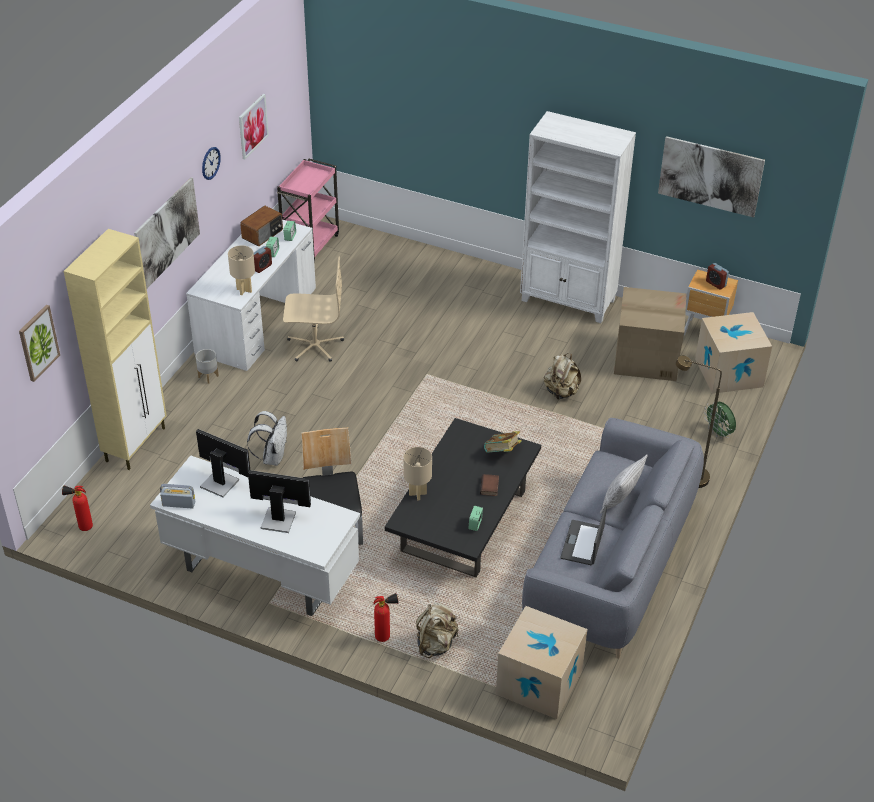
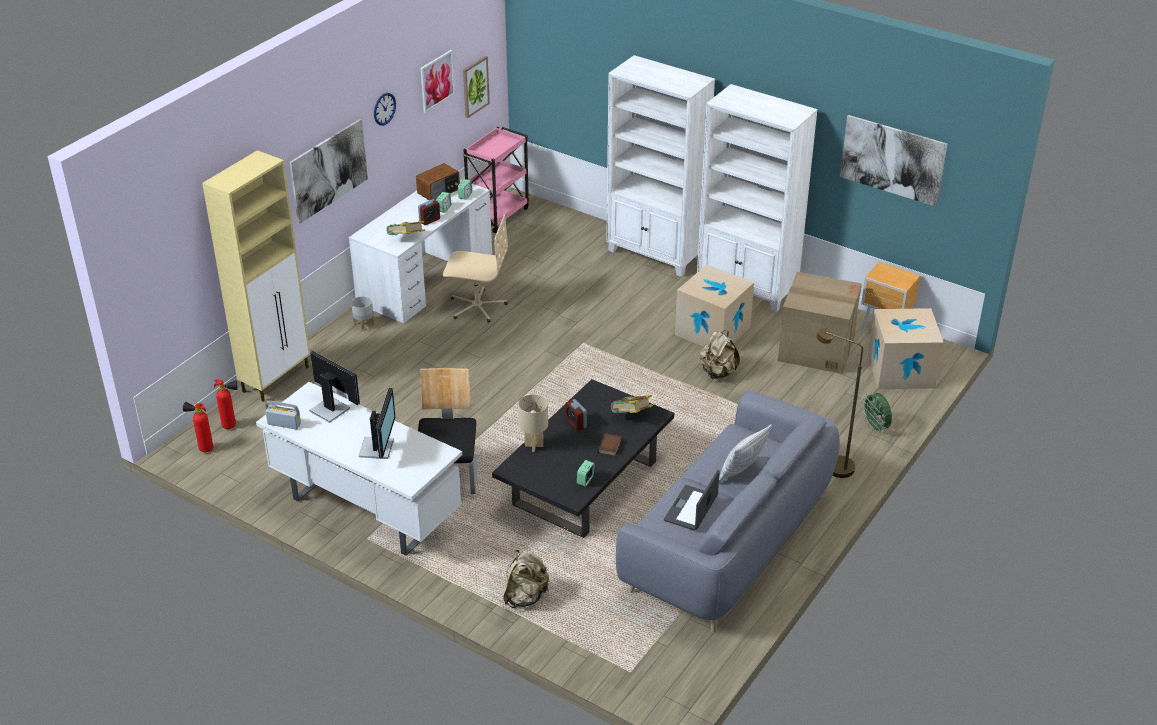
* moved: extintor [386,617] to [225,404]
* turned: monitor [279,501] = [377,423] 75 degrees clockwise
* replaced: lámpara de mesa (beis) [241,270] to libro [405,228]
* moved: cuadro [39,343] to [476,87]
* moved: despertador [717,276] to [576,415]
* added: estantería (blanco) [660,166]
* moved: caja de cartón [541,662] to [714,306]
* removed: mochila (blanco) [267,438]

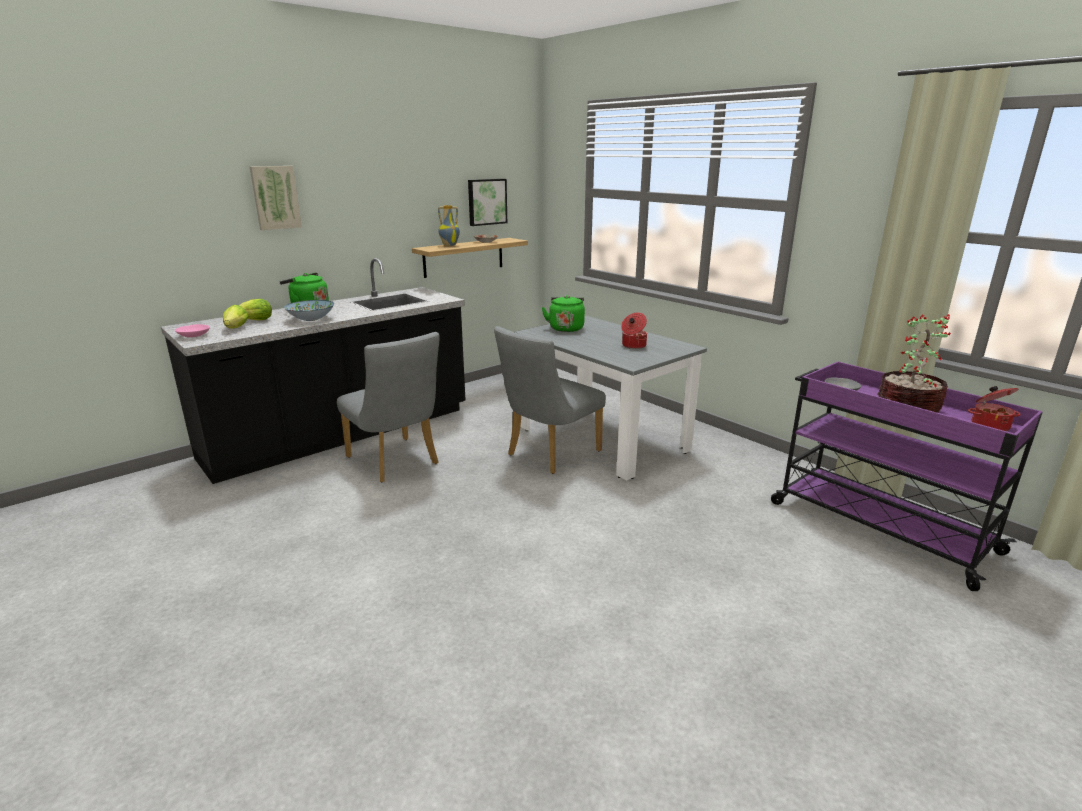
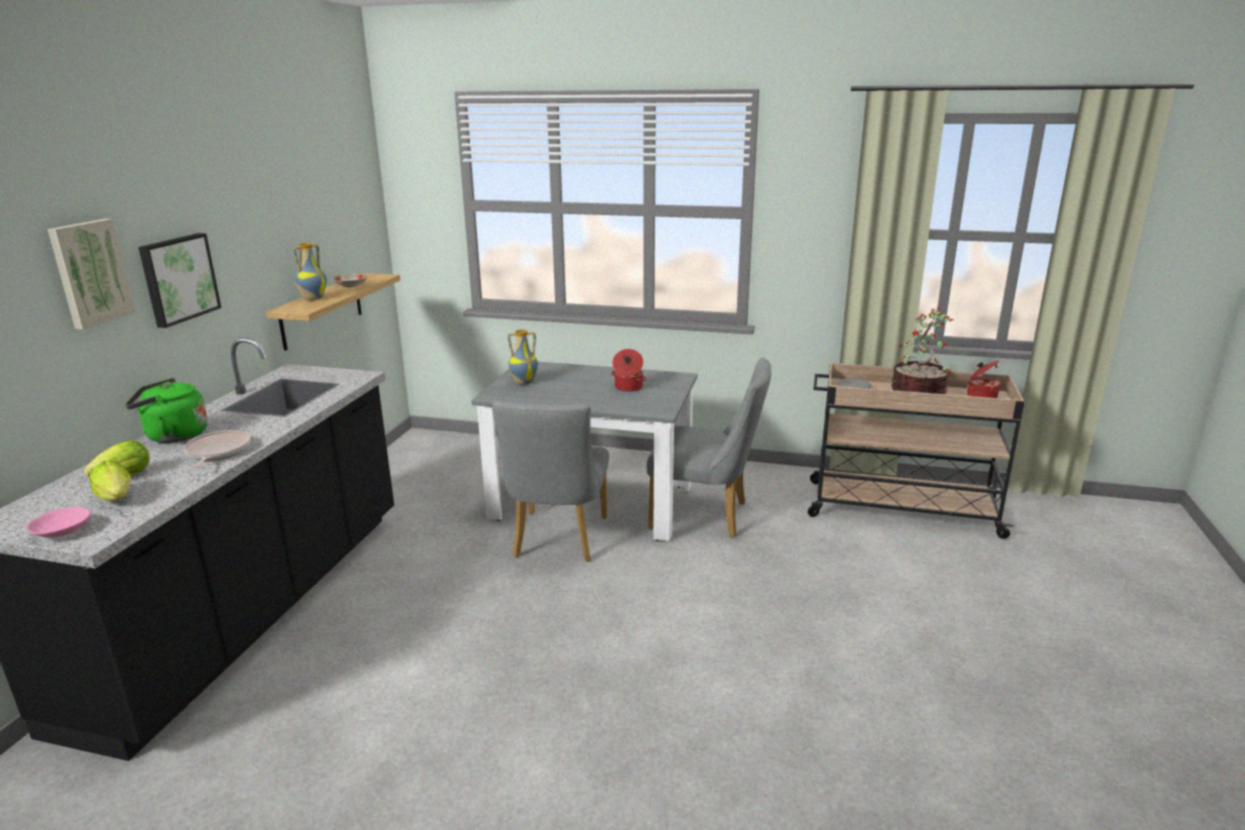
* moved: cuadro [487,202] to [179,280]
* replaced: cuenco [309,310] to sartén [217,449]
* replaced: hervidor (verde) [563,313] to florero [523,357]
* moved: silla (gris) [388,407] to [709,447]
* recoloured: carrito (morado) [907,476] to carrito (beis) [916,451]

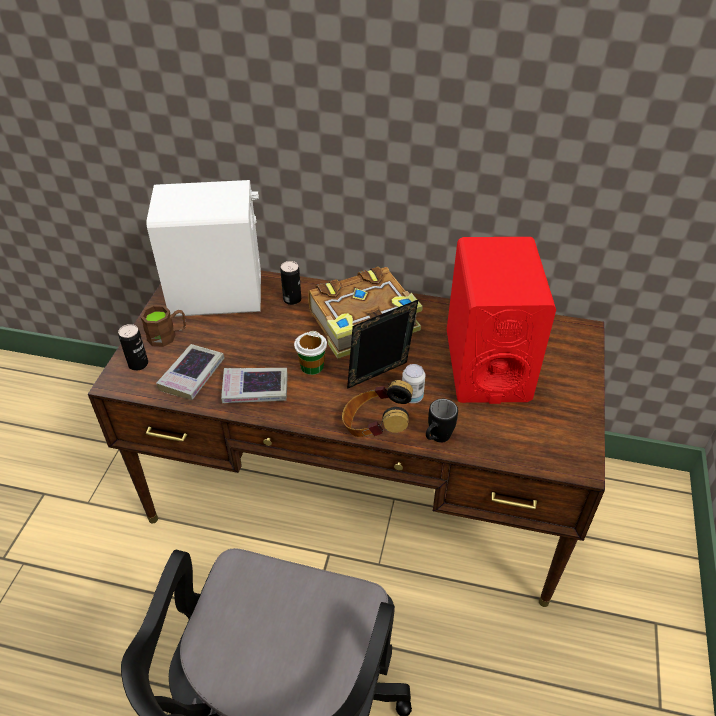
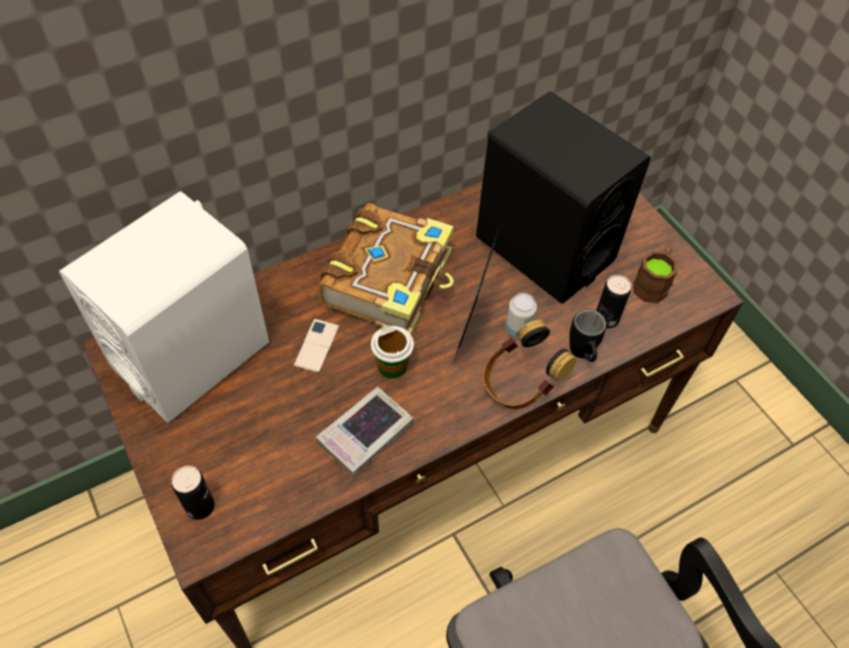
* added: móvil [316,346]
* recoloured: altavoz (rojo) [501,320] to altavoz (negro) [563,197]
* moved: lata [290,283] to [613,301]
* moved: taza grande (marrón) [163,325] to [655,274]
* removed: libro [190,372]

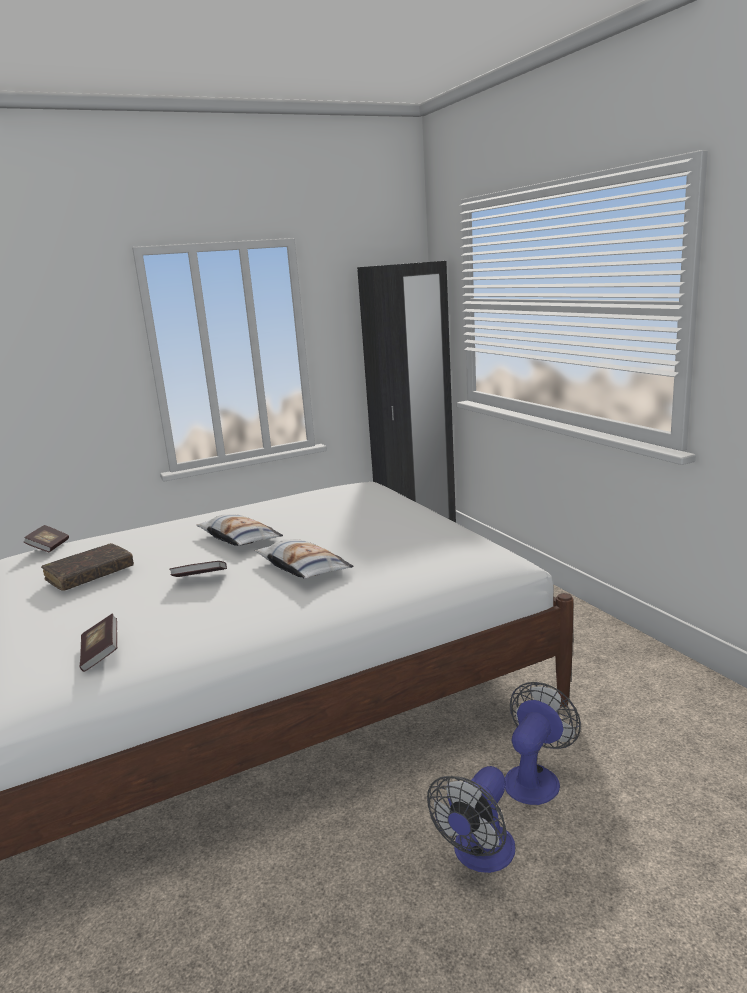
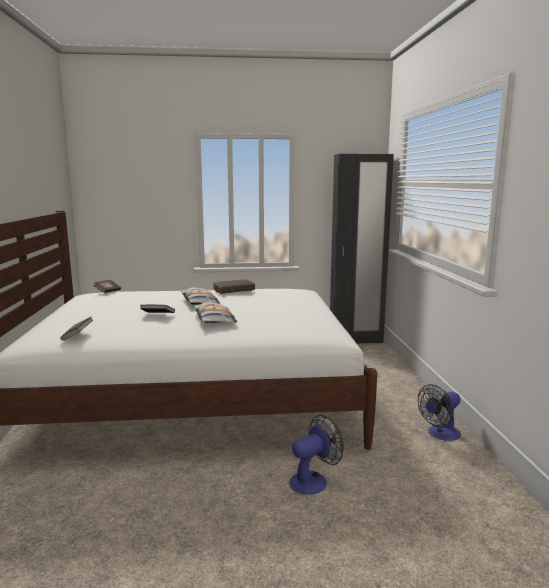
* moved: libro (marrón) [87,567] to [234,286]
* moved: ventilador [471,819] to [439,412]

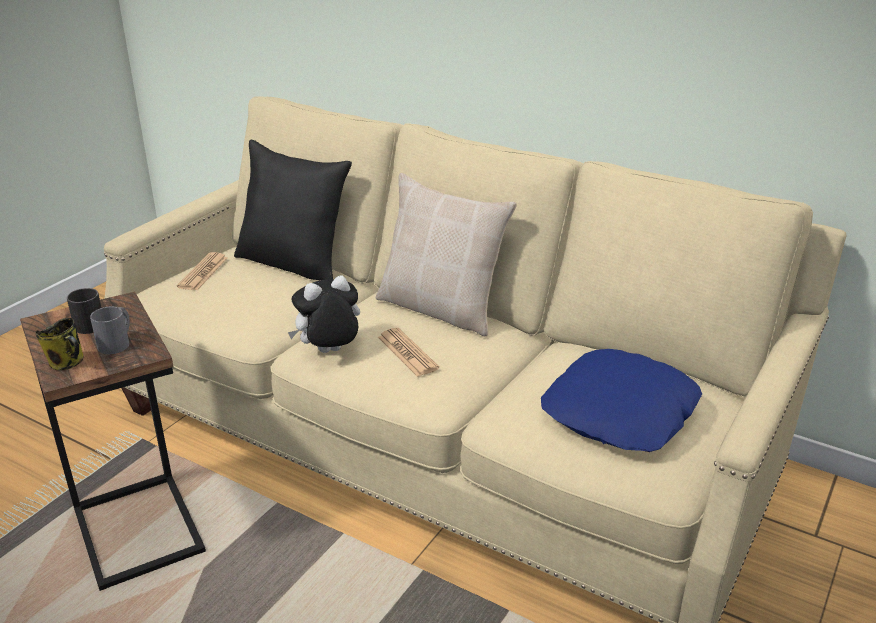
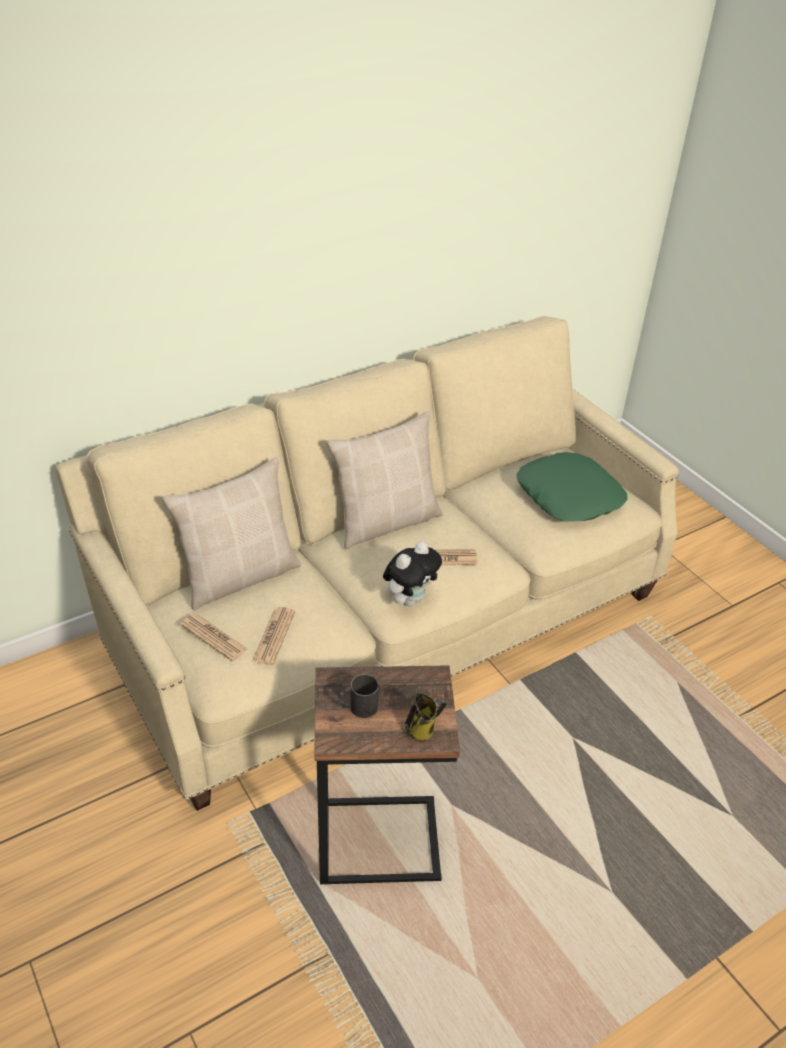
* recoloured: cojín (negro) [293,210] to cojín (beis) [231,533]
* added: periódico [273,636]
* turned: peluche [324,314] = [412,574] 135 degrees counterclockwise
* recoloured: cojín (azul) [621,400] to cojín (verde) [572,487]
* removed: taza grande (gris) [110,330]

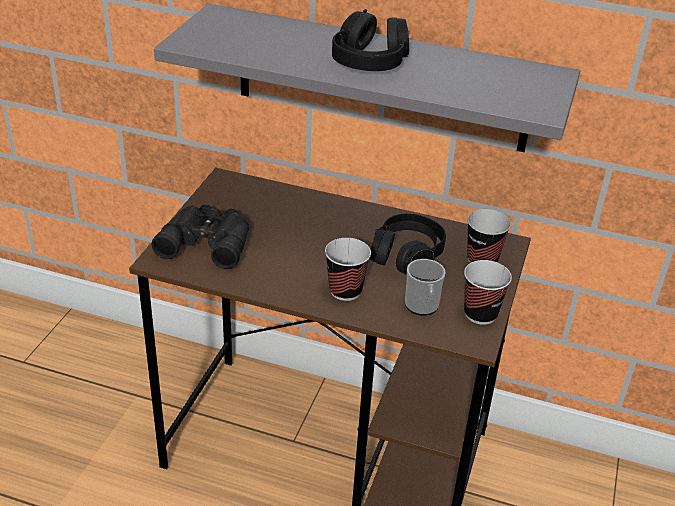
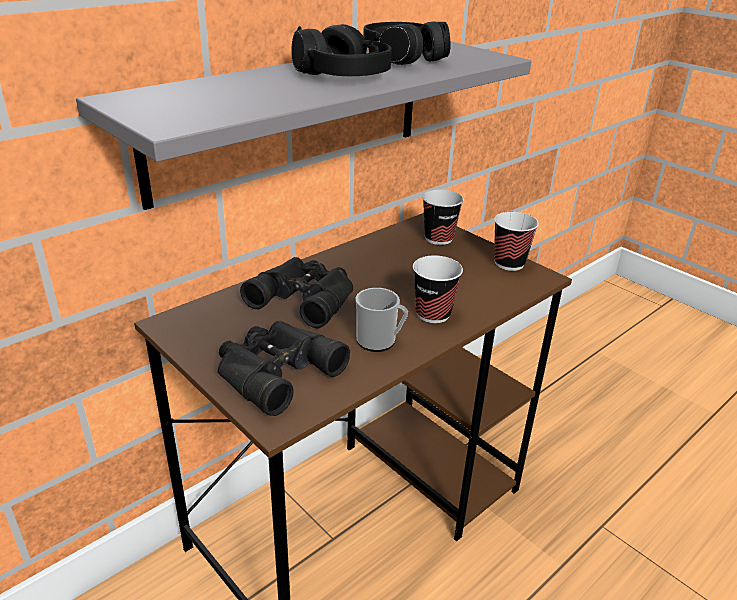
* added: prismáticos (negro) [296,293]
* moved: taza grande [425,287] to [382,320]
* moved: auriculares (negro) [407,244] to [407,43]

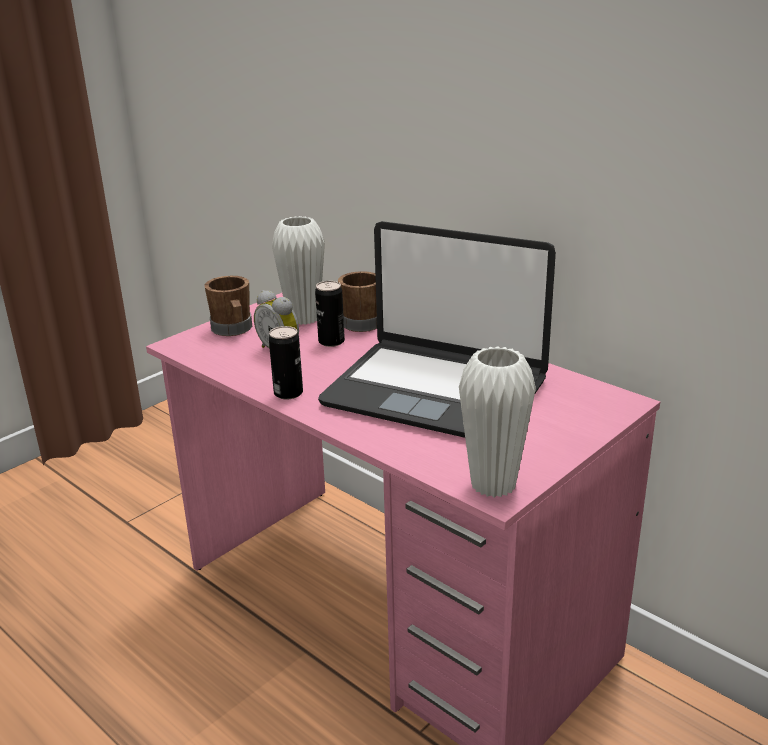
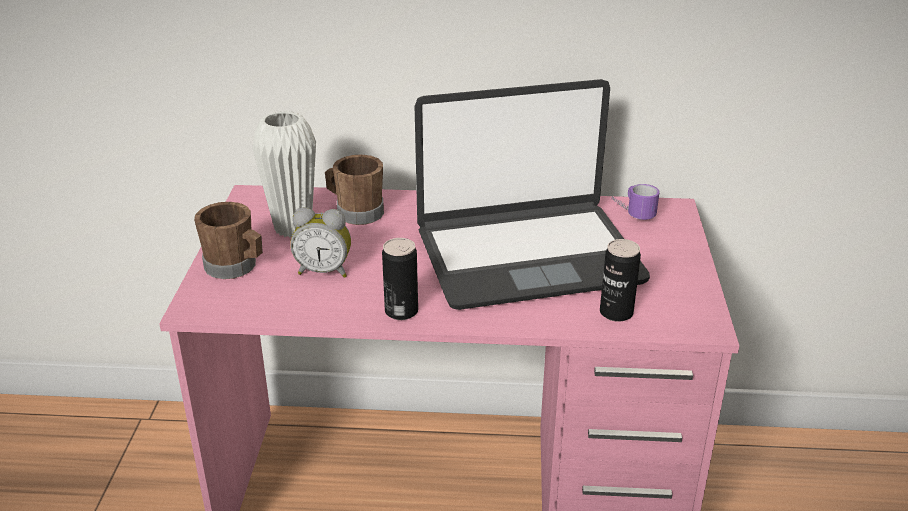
* moved: lata [330,314] to [620,280]
* added: taza grande [635,202]
* removed: florero (blanco) [497,421]

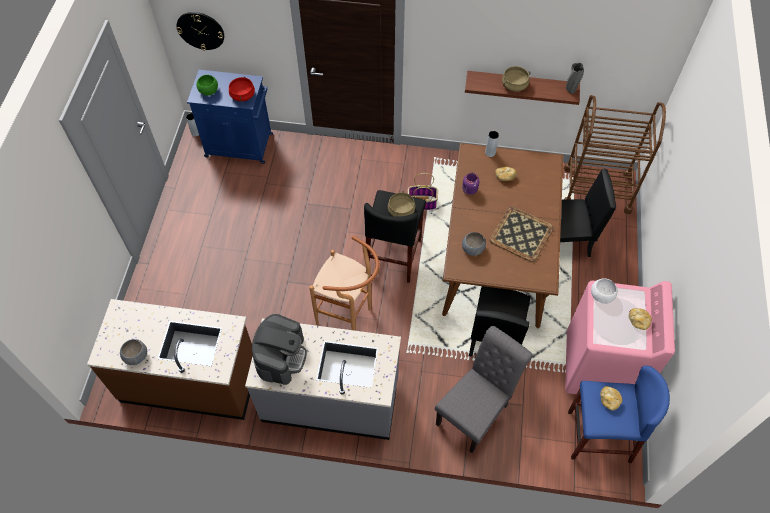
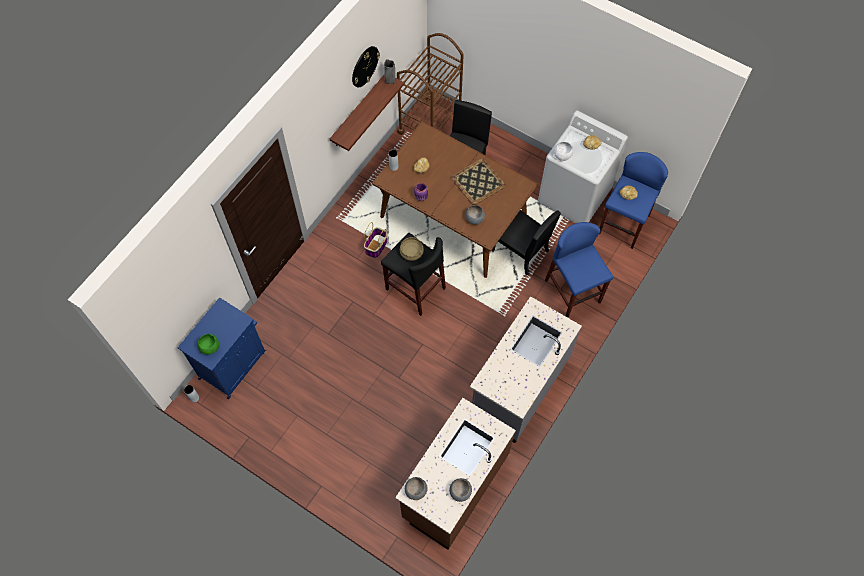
* moved: reloj de pared [200,31] to [366,67]
* added: cuenco (gris) [416,488]
* recoloured: lavadora (rosa) [620,337] to lavadora (blanco) [583,166]
* replaced: silla (gris) [484,389] to taburete (azul) [579,269]
* removed: olla (rojo) [242,89]
* removed: cafetera [279,349]
* removed: taburete (marrón) [344,283]
* removed: olla (beis) [516,79]

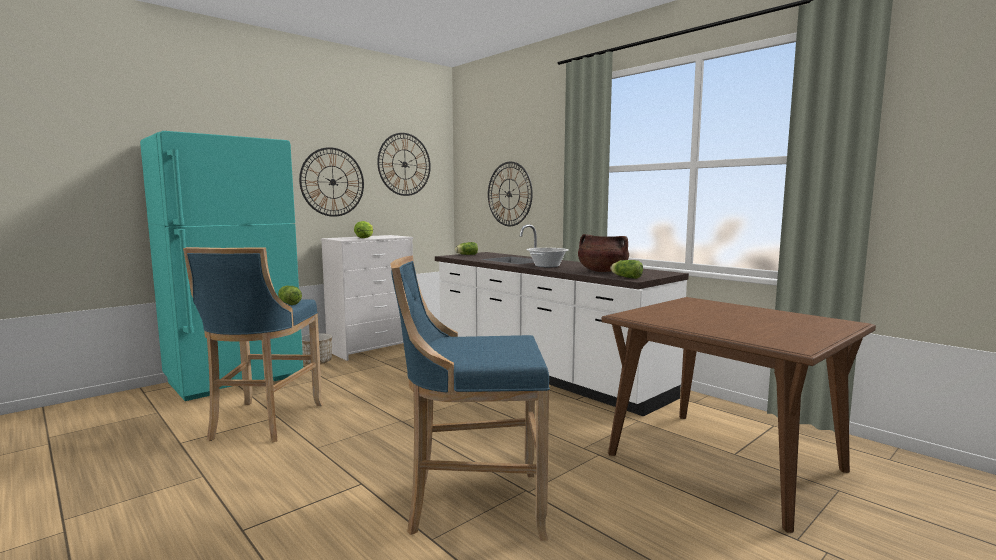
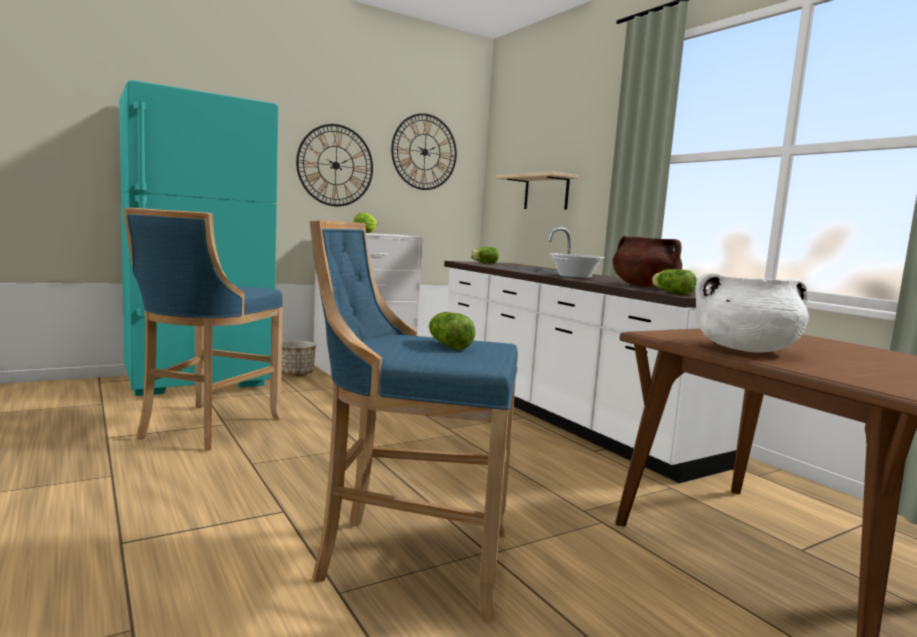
* moved: lechuga [290,295] to [451,331]
* replaced: reloj de pared [510,194] to estante (beis) [537,191]
* added: olla (blanco) [752,313]

